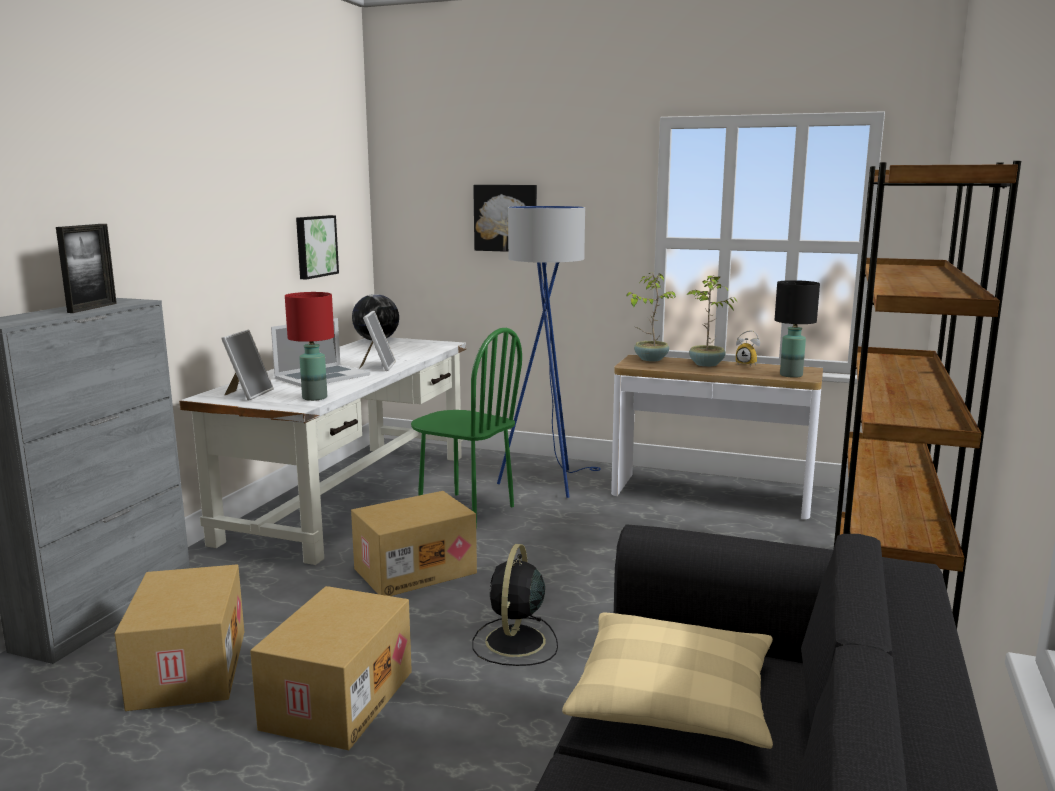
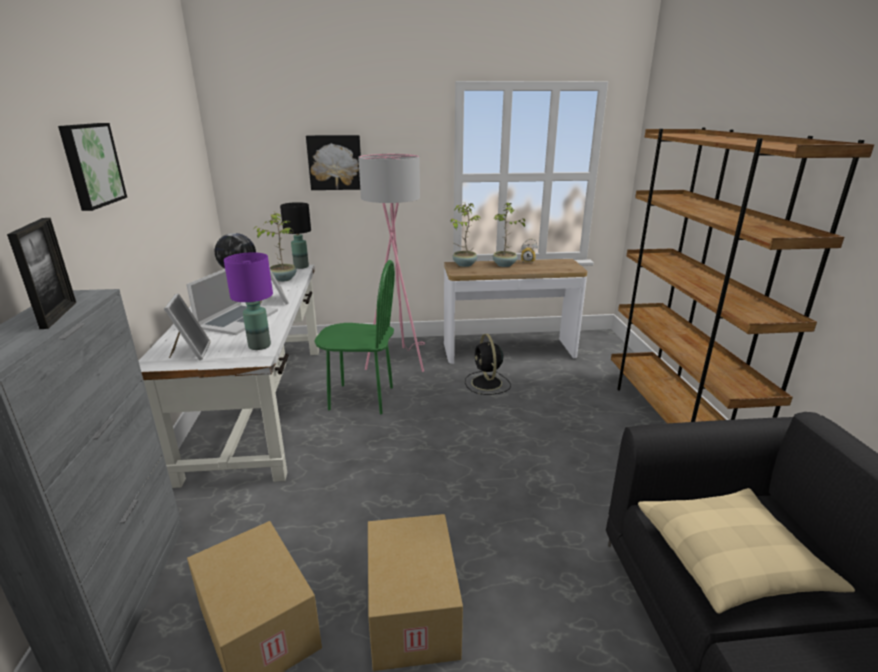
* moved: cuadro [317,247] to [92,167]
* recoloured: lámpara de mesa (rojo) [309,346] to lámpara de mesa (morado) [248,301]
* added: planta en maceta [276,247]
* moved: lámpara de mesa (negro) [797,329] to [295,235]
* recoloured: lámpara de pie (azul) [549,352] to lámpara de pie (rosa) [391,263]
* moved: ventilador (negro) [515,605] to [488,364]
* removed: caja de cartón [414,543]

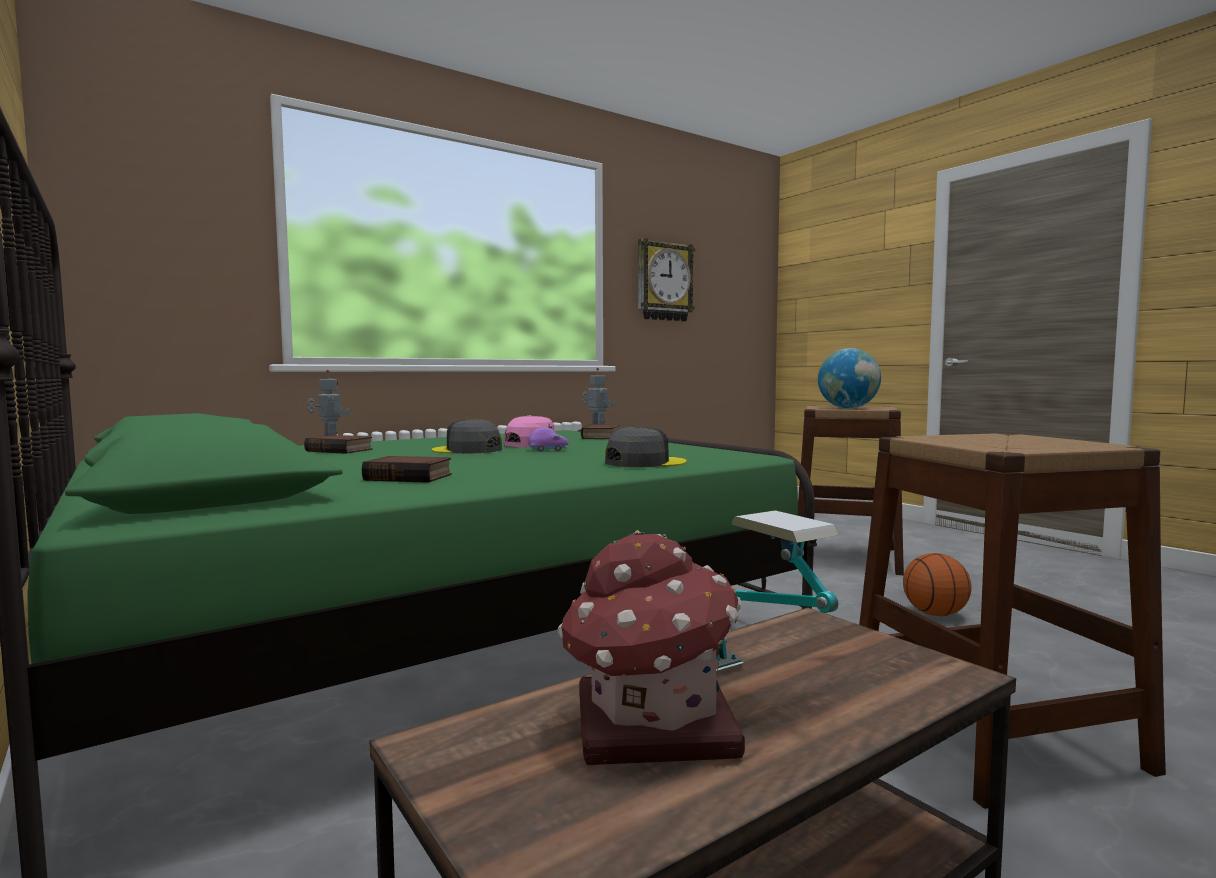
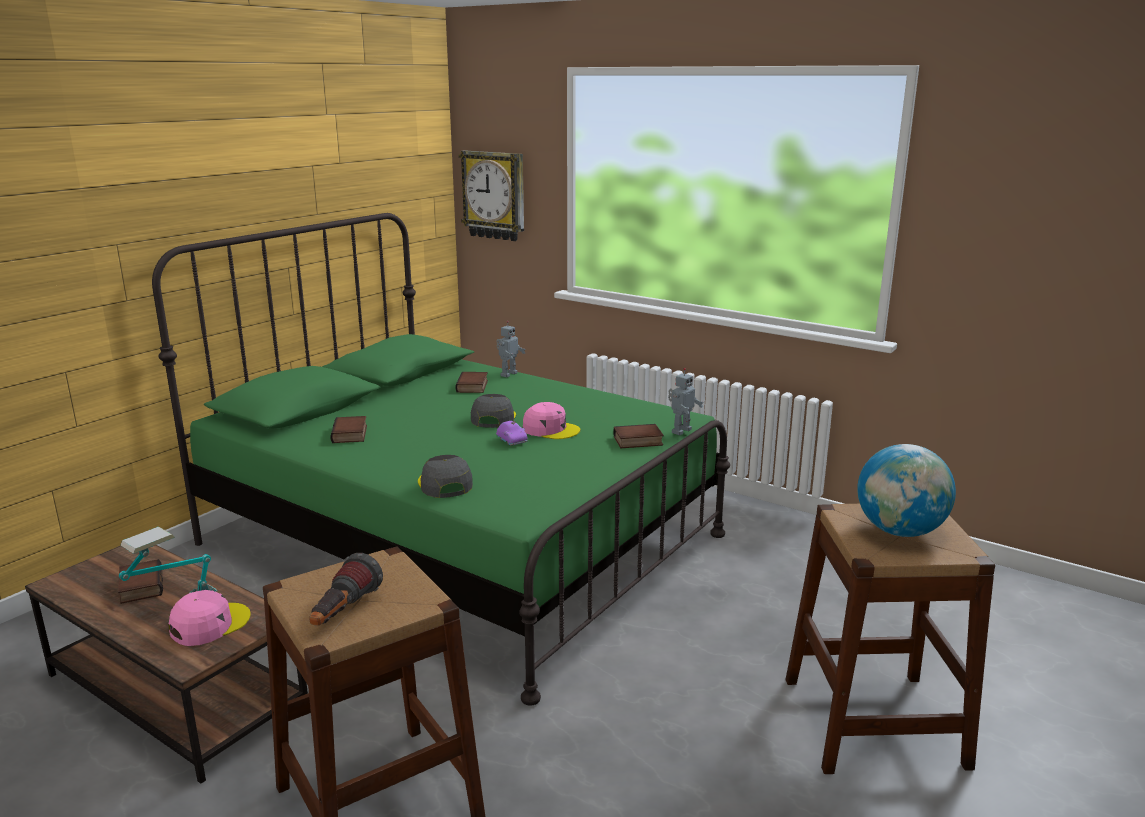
* replaced: casita [651,647] to libro [140,581]
* added: gorra (rosa) [209,618]
* added: linterna [346,589]
* turned: gorra (gris) [646,447] = [445,476] 150 degrees counterclockwise
* moved: reloj de pared [666,279] to [491,195]
* removed: balón de baloncesto [937,584]

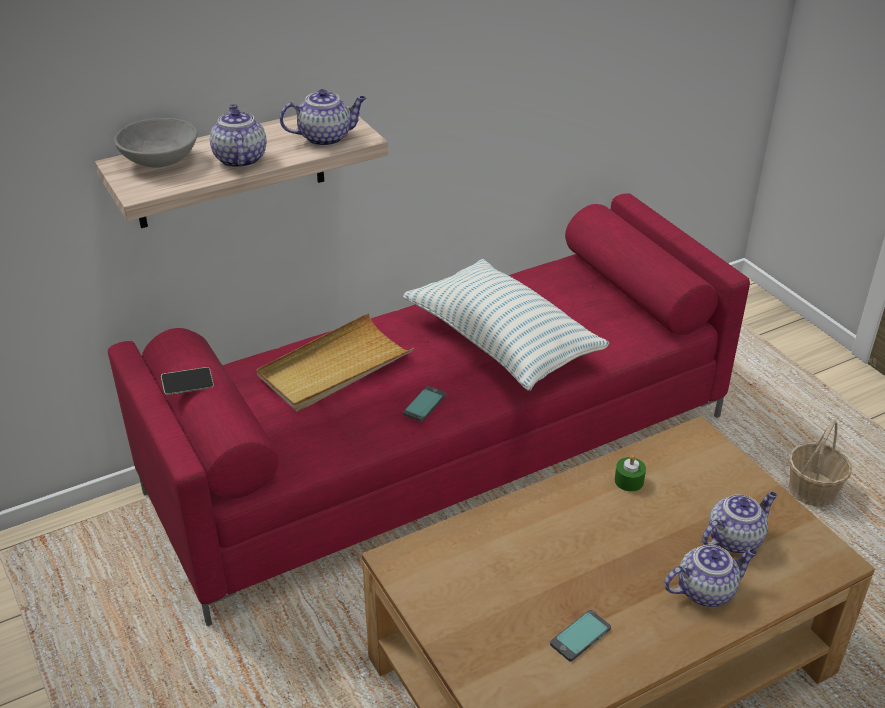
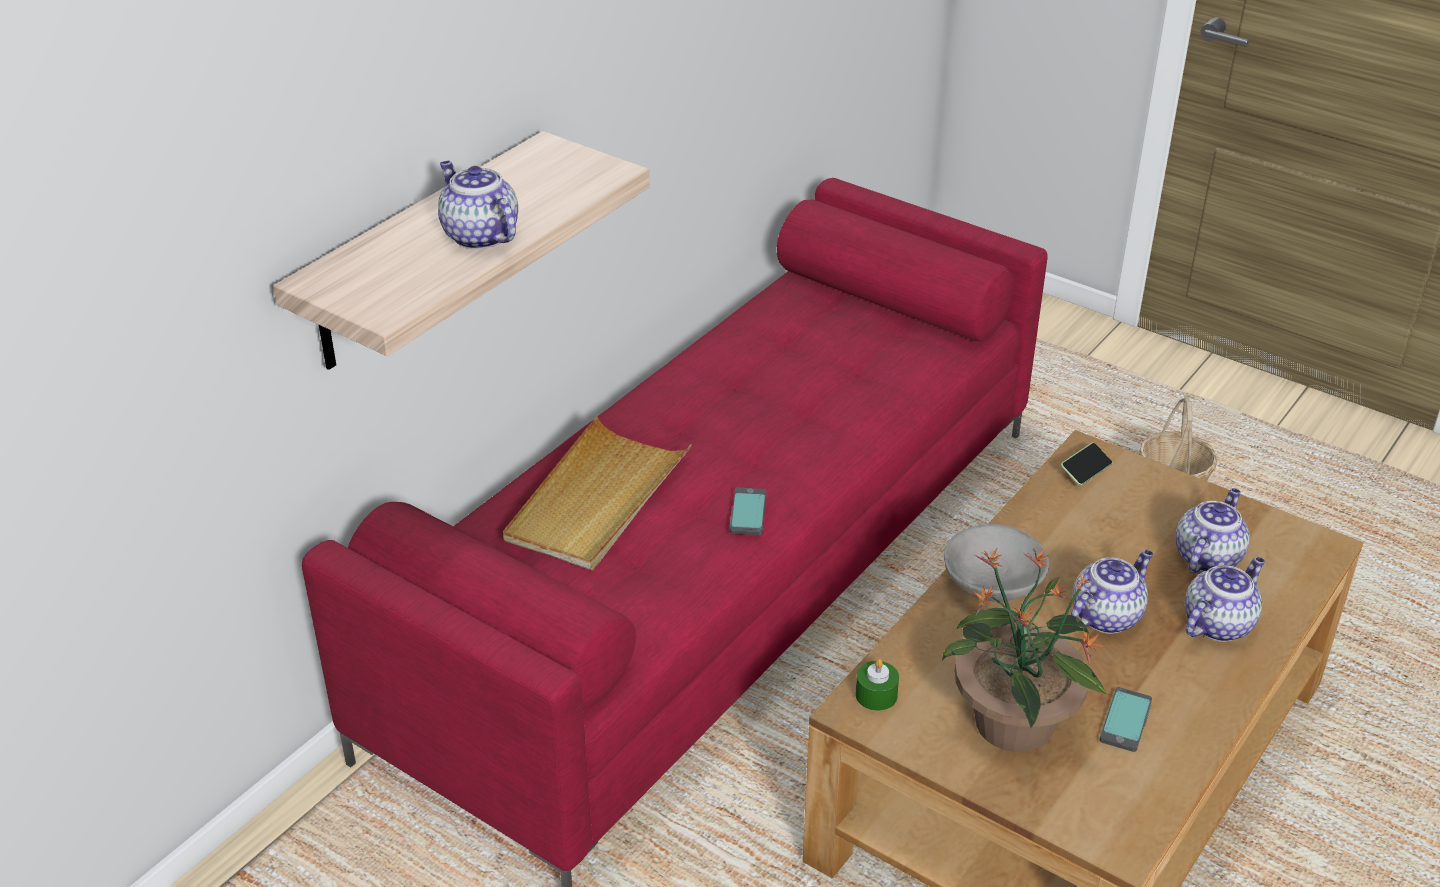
* moved: vela (verde) [630,473] to [877,685]
* added: planta en maceta [1024,650]
* moved: cuenco (gris) [155,143] to [996,563]
* moved: móvil [187,381] to [1087,463]
* moved: tetera [323,117] to [1112,592]
* removed: cojín [506,324]

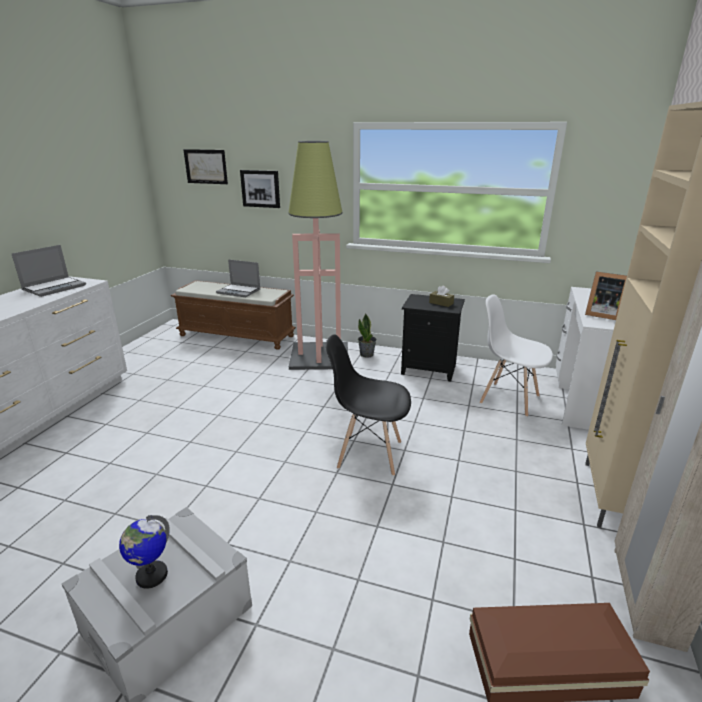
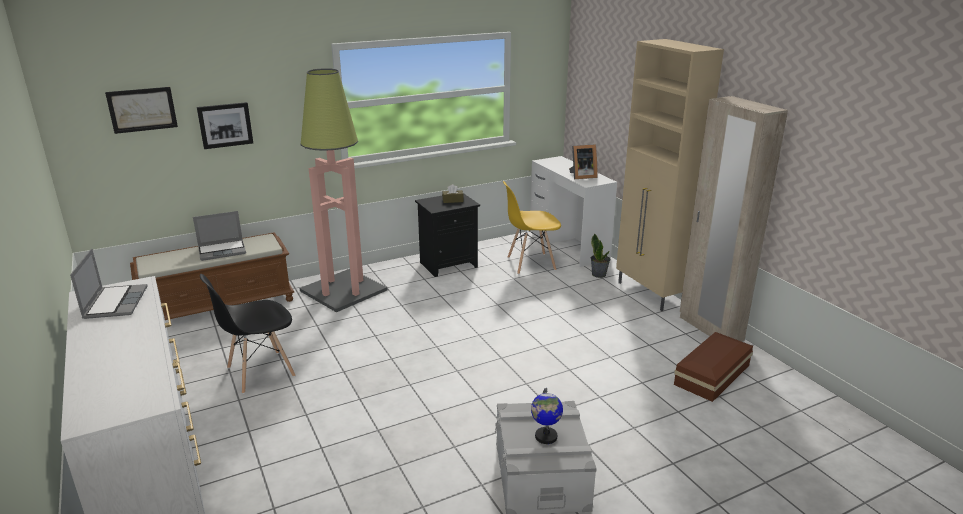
* moved: silla (negro) [368,405] to [248,334]
* recoloured: silla (blanco) [516,355] to silla (amarillo) [532,227]
* moved: planta en maceta [367,336] to [601,255]

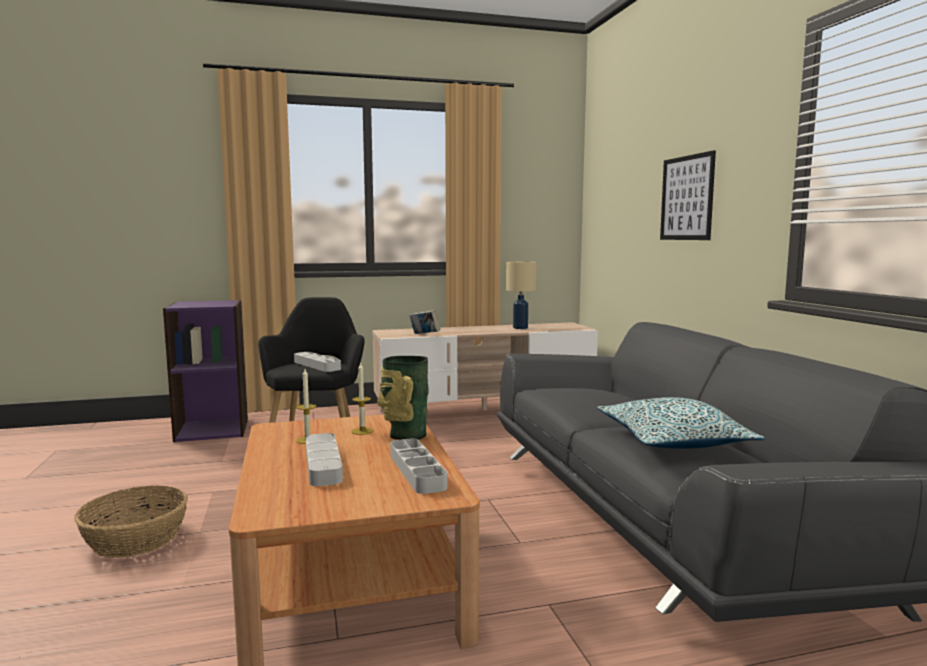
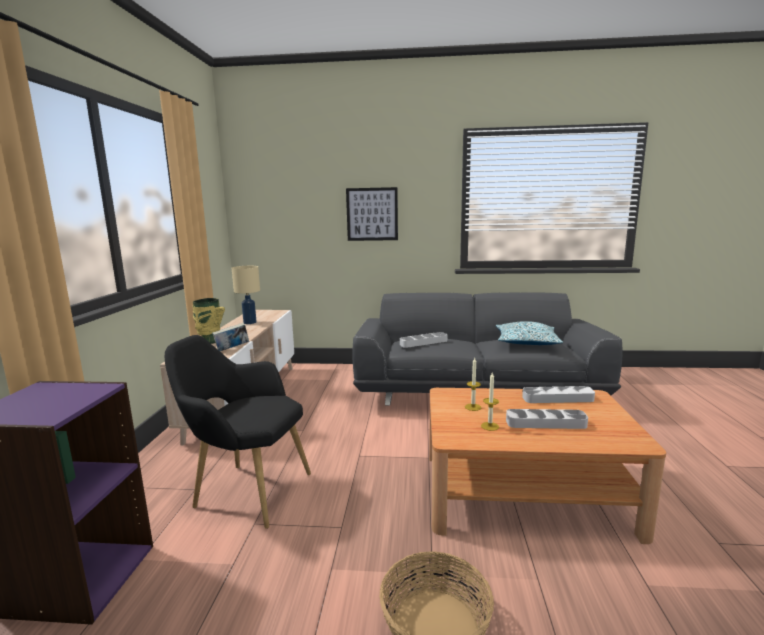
* moved: florero [403,398] to [209,321]
* moved: bandeja (gris) [317,362] to [423,340]

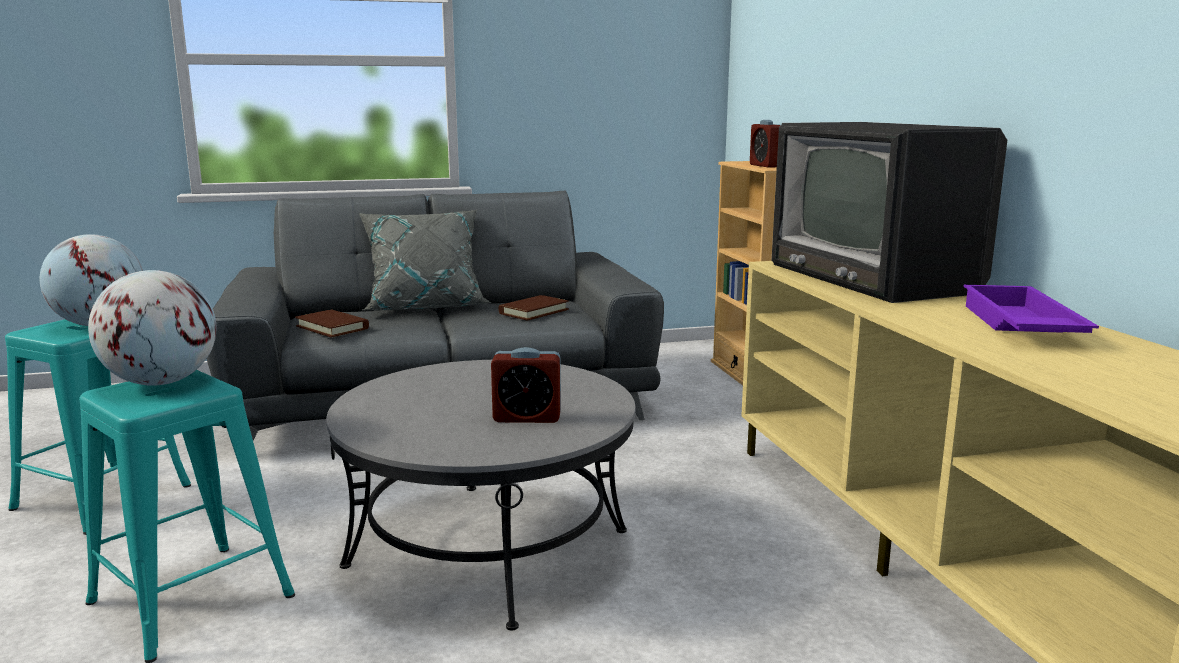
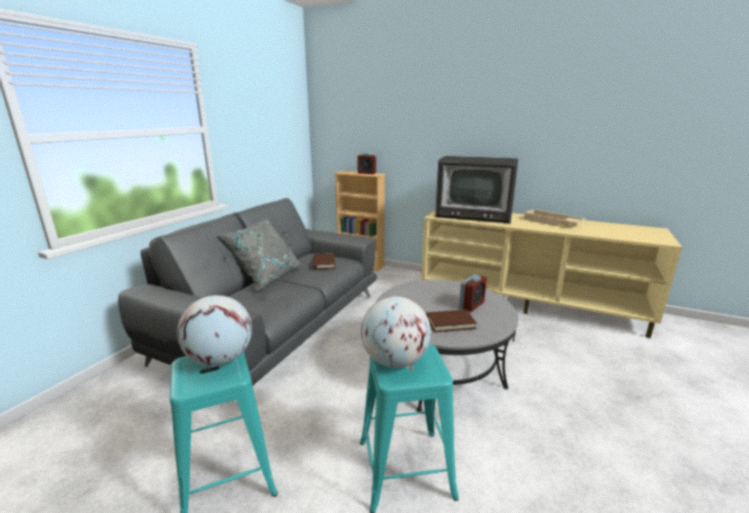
* moved: libro (marrón) [332,323] to [451,320]
* recoloured: bandeja (morado) [1031,309] to bandeja (beis) [555,217]

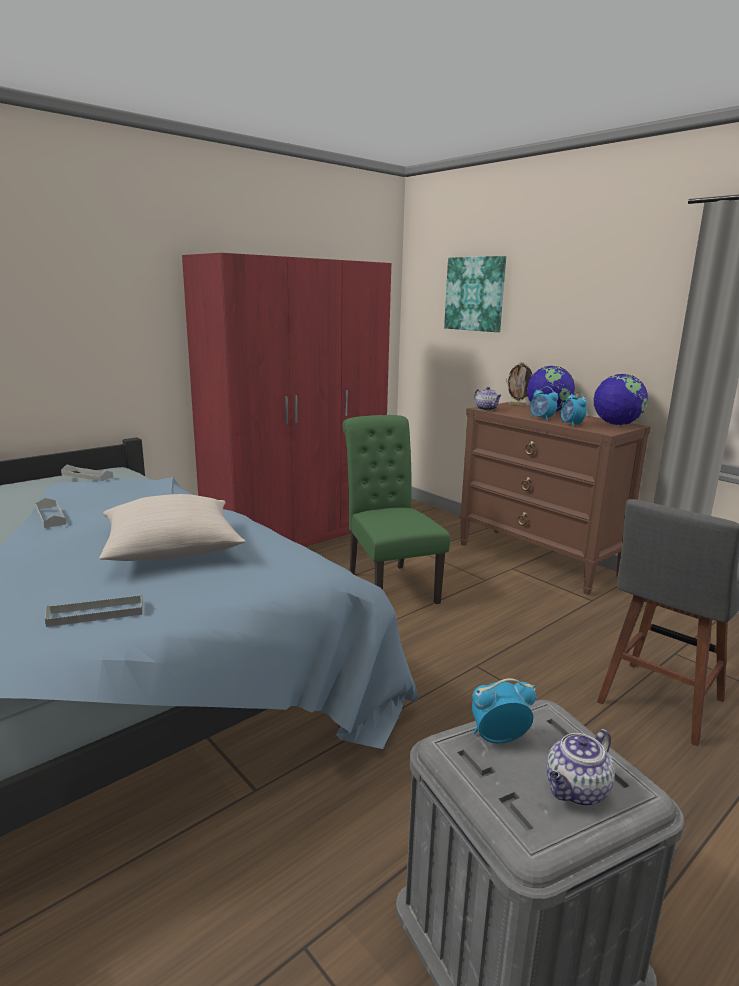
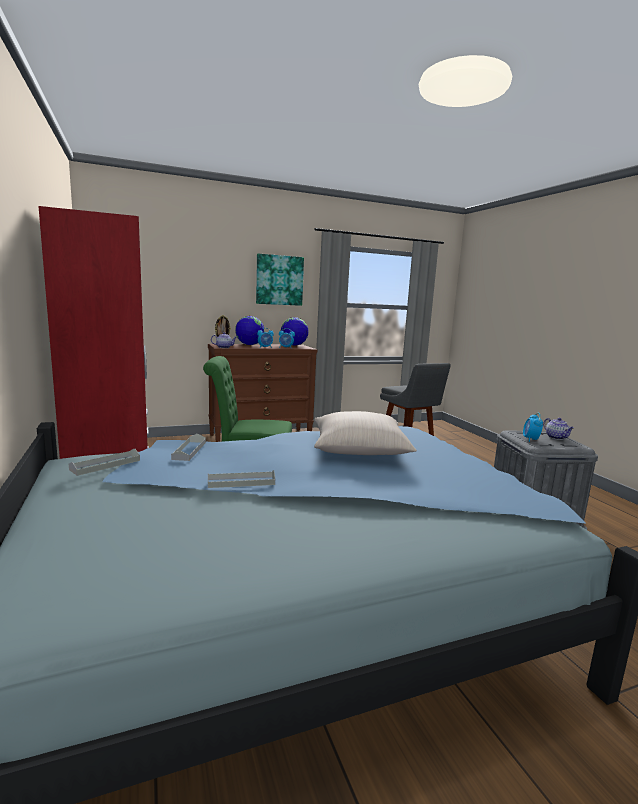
* moved: bandeja (gris) [94,610] to [188,447]
* moved: cuadro [475,294] to [280,280]

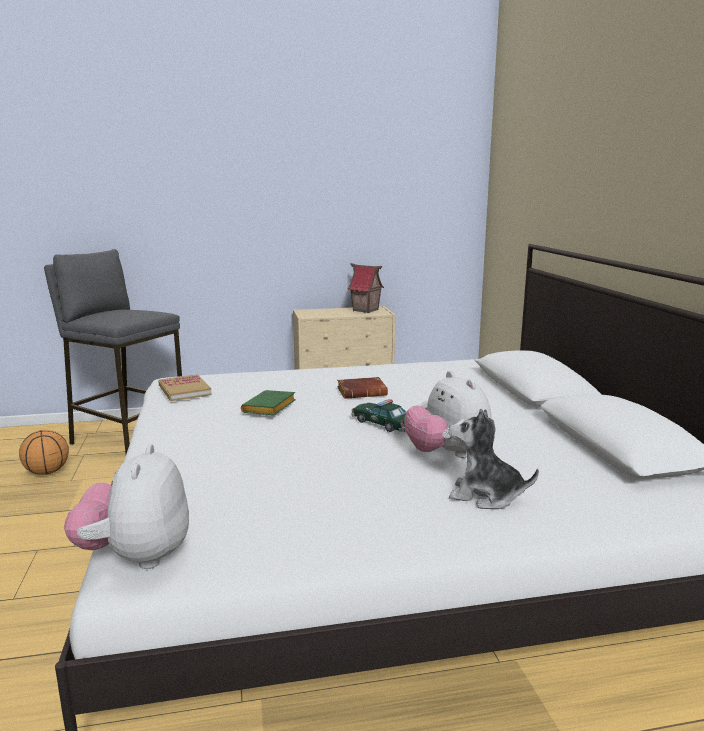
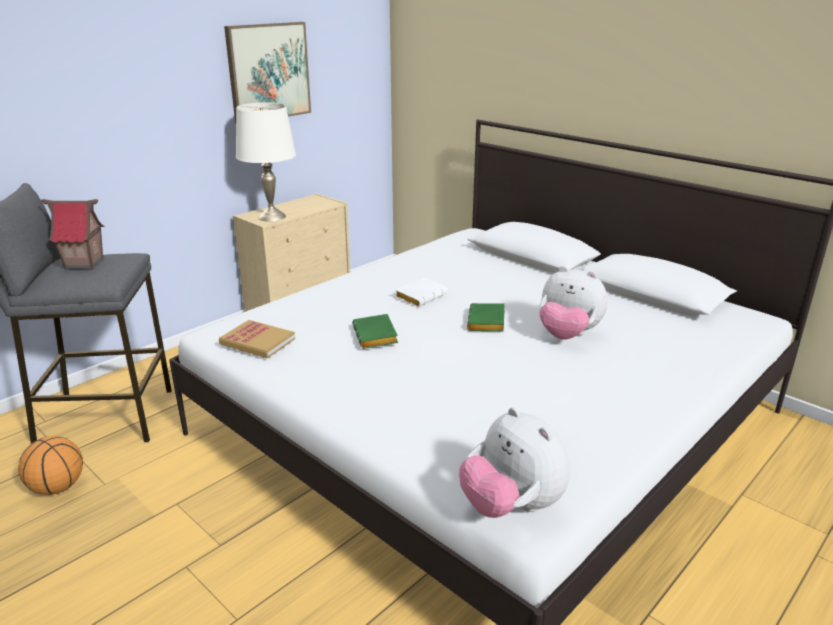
* moved: casita [366,288] to [72,234]
* added: cuadro [267,73]
* added: lámpara de mesa (blanco) [266,162]
* recoloured: libro (marrón) [362,388] to libro (blanco) [421,292]
* replaced: coche de juguete [378,415] to libro (verde) [486,317]
* removed: peluche [493,459]

